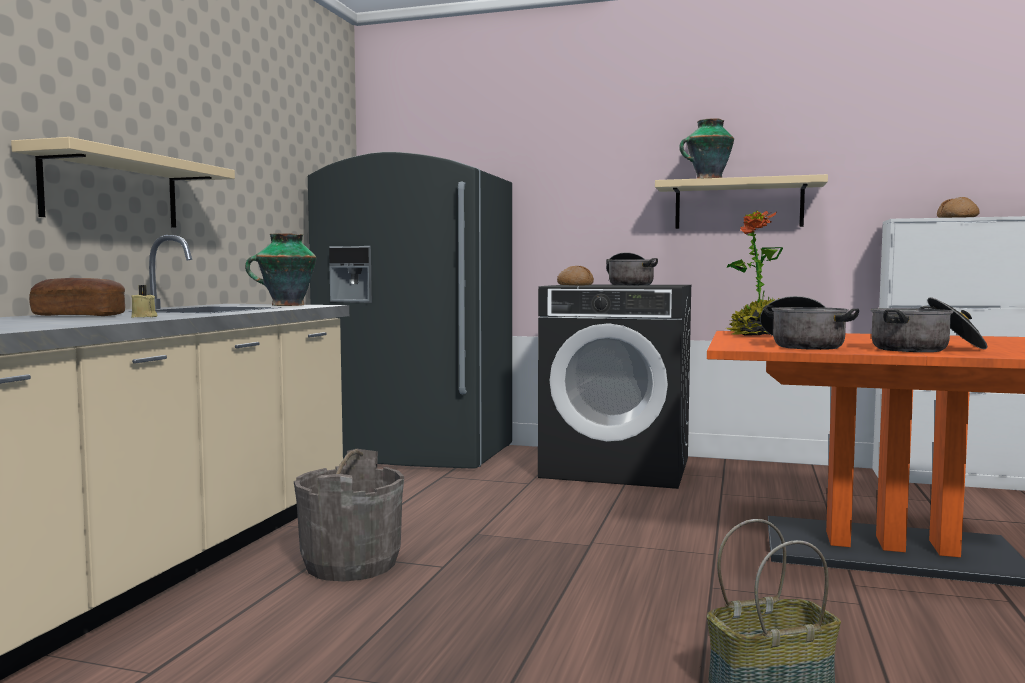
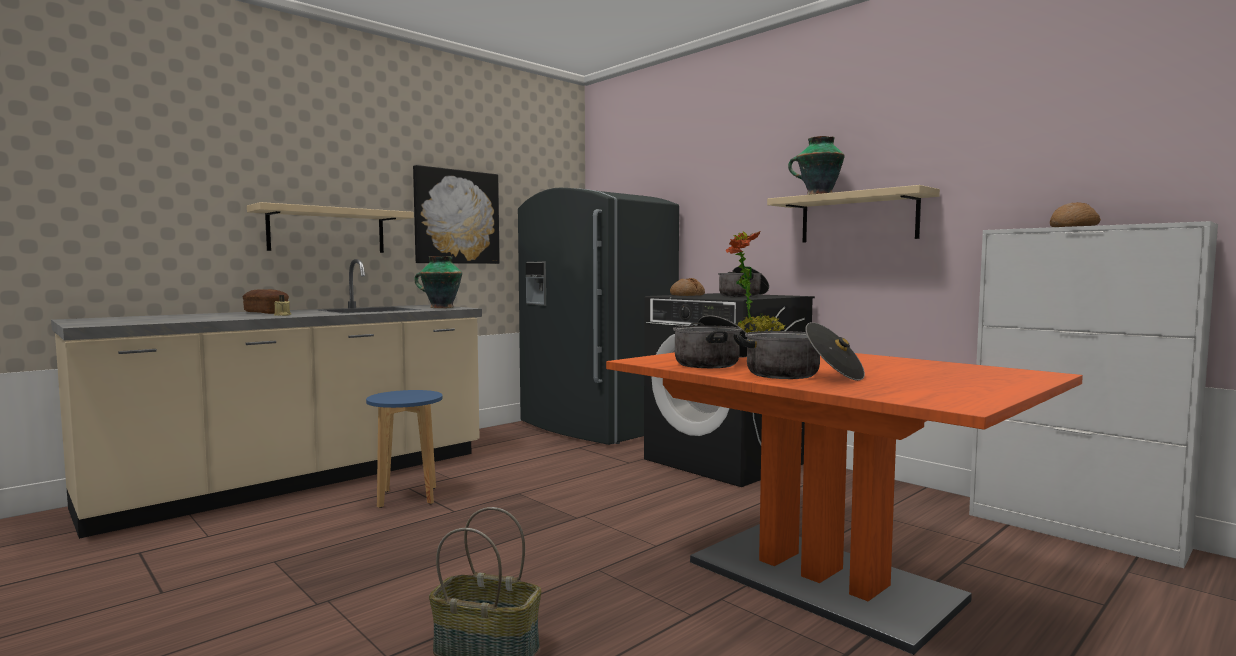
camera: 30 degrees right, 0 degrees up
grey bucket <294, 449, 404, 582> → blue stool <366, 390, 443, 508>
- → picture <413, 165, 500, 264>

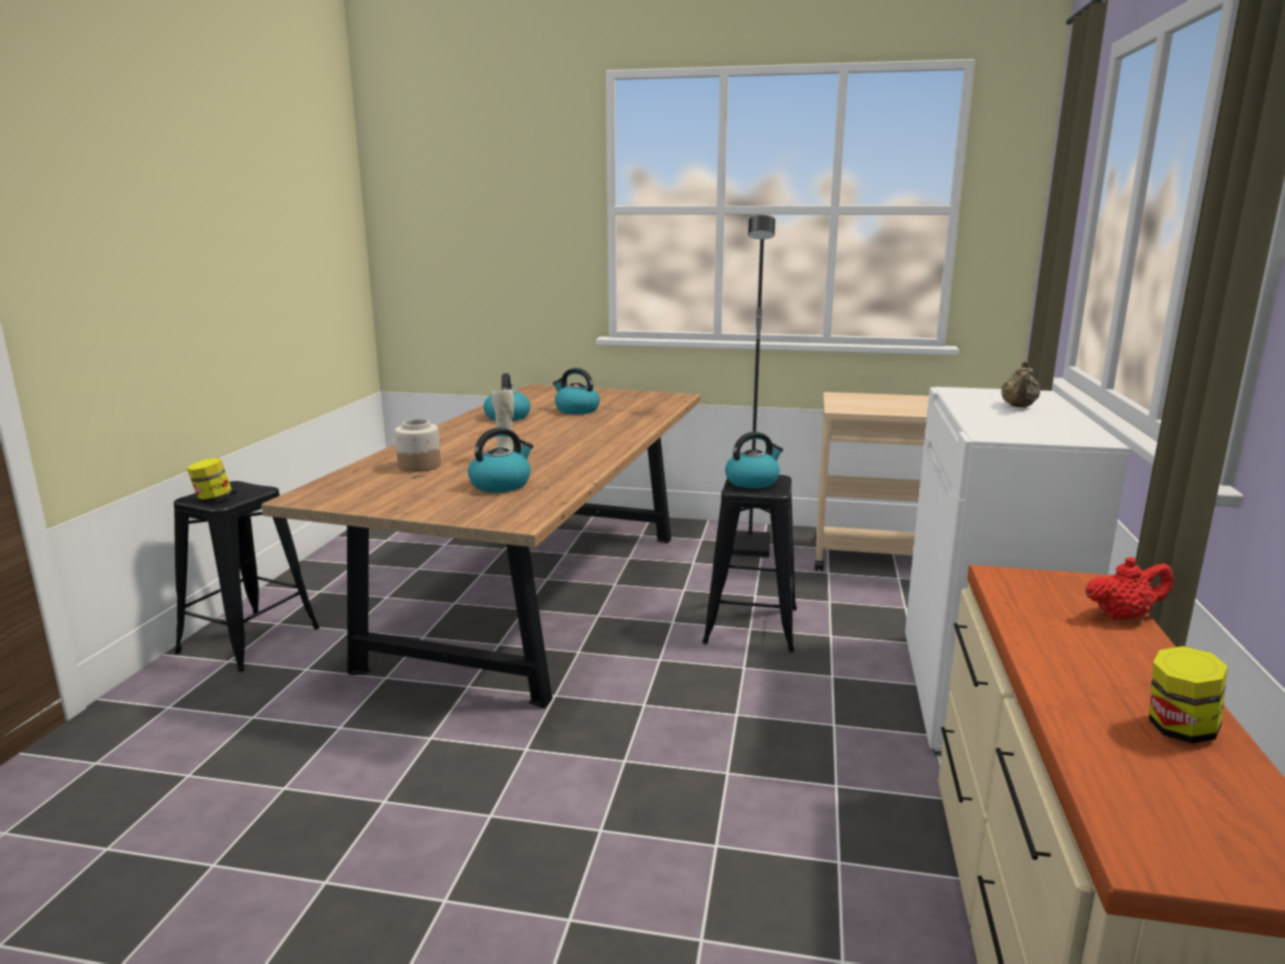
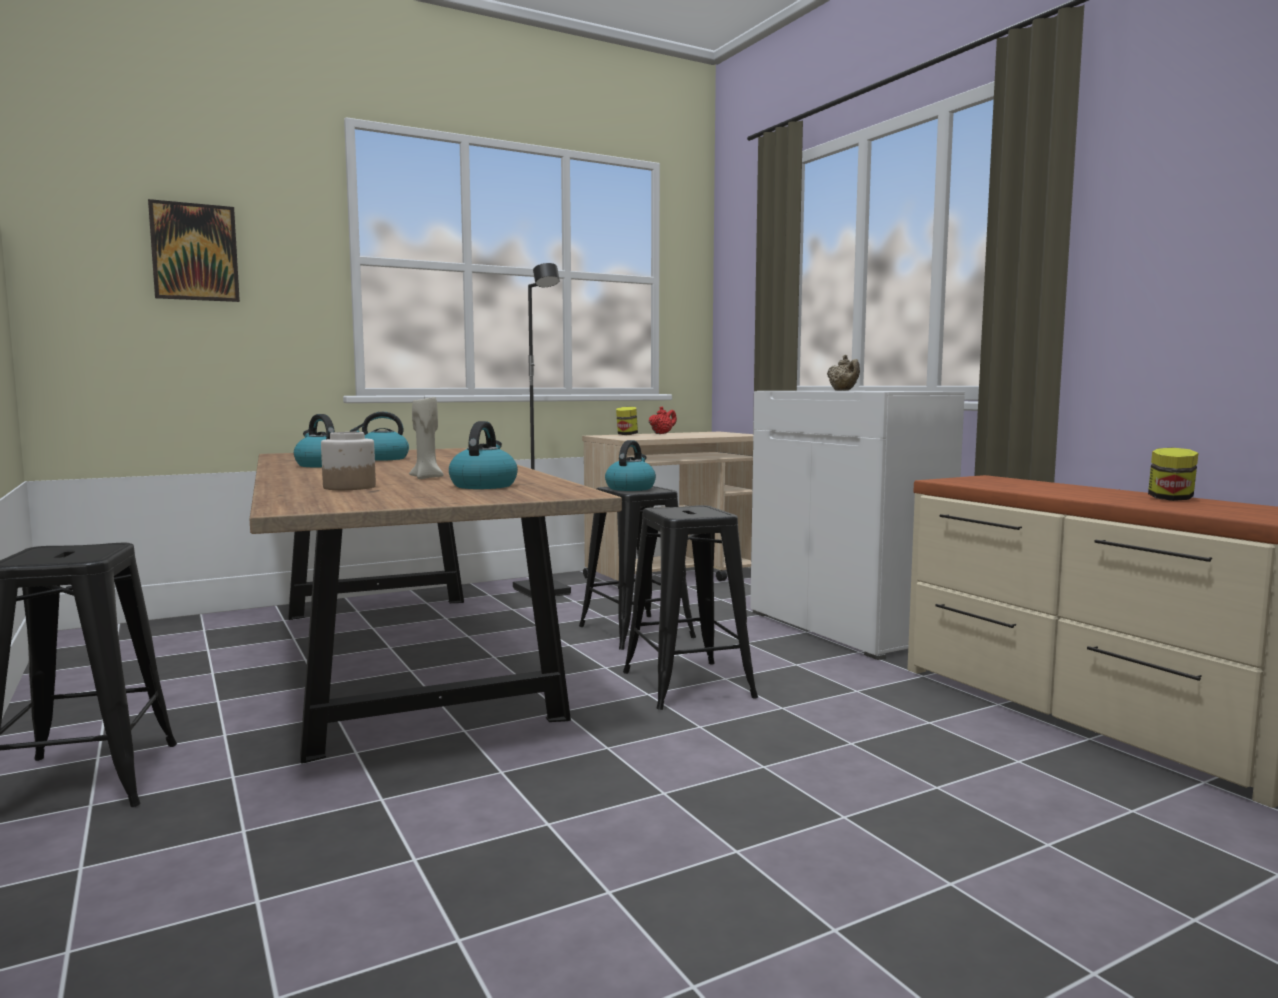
camera: 40 degrees left, 10 degrees down
jar <187, 458, 233, 503> → jar <616, 407, 638, 435>, relocated
red teapot <1085, 557, 1174, 620> → red teapot <649, 406, 677, 434>, relocated
- → picture <148, 199, 240, 302>
- → black stool <623, 505, 758, 710>

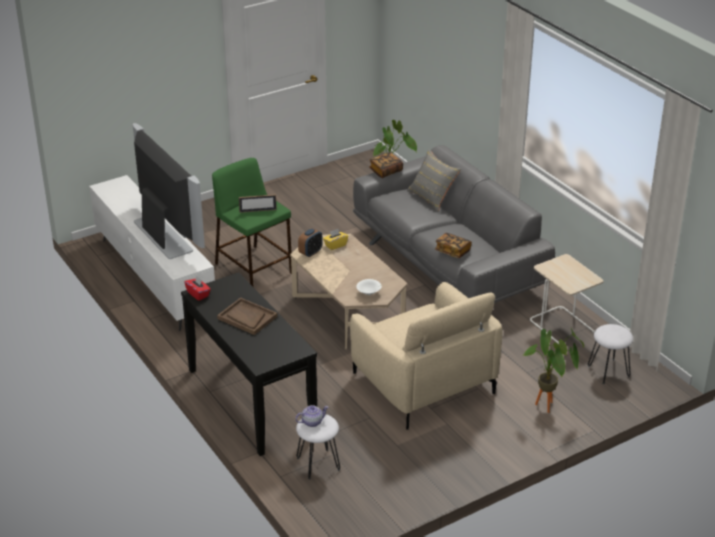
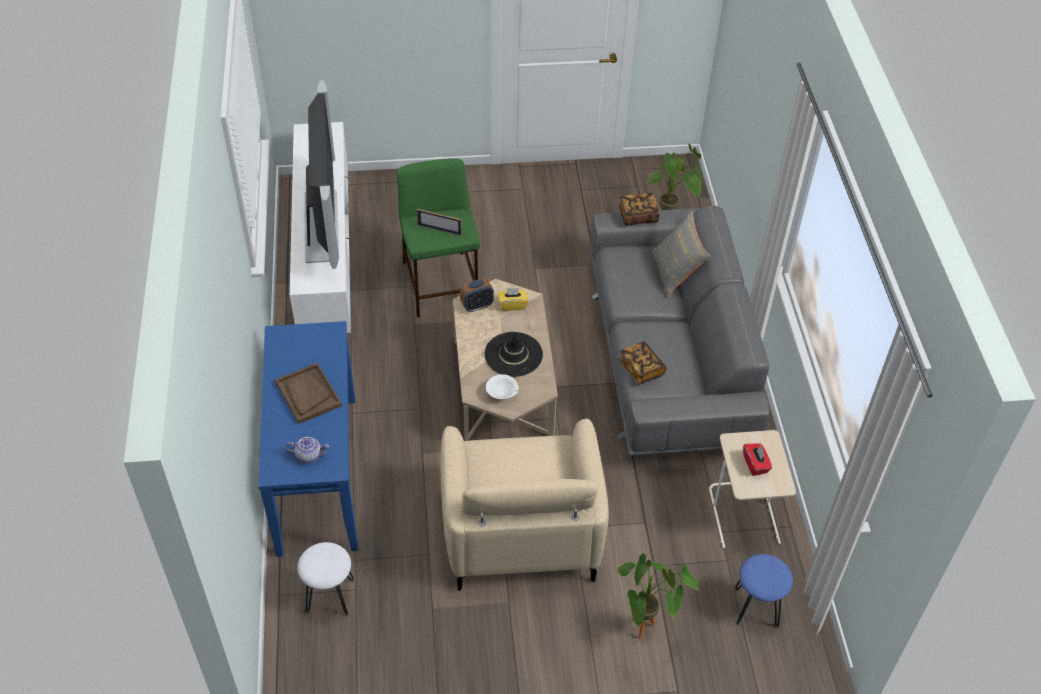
camera: 25 degrees right, 15 degrees up
black console table <181, 272, 317, 456> → blue console table <258, 321, 358, 557>
red tissue box <184, 276, 211, 301> → red tissue box <743, 443, 772, 476>, relocated
white stool <588, 324, 633, 384> → blue stool <735, 554, 793, 628>
teapot <296, 405, 329, 427> → teapot <285, 437, 329, 464>, relocated
- → black hat <484, 332, 543, 377>

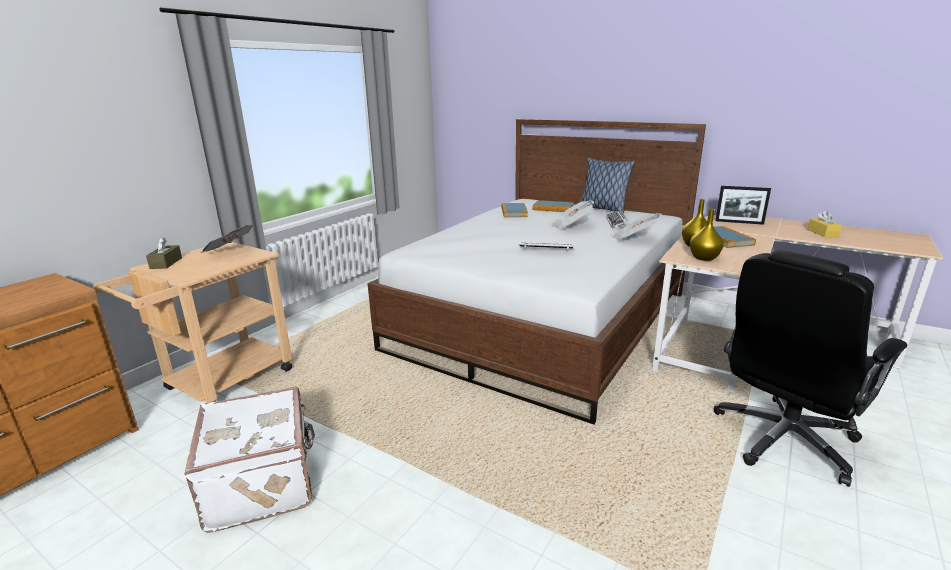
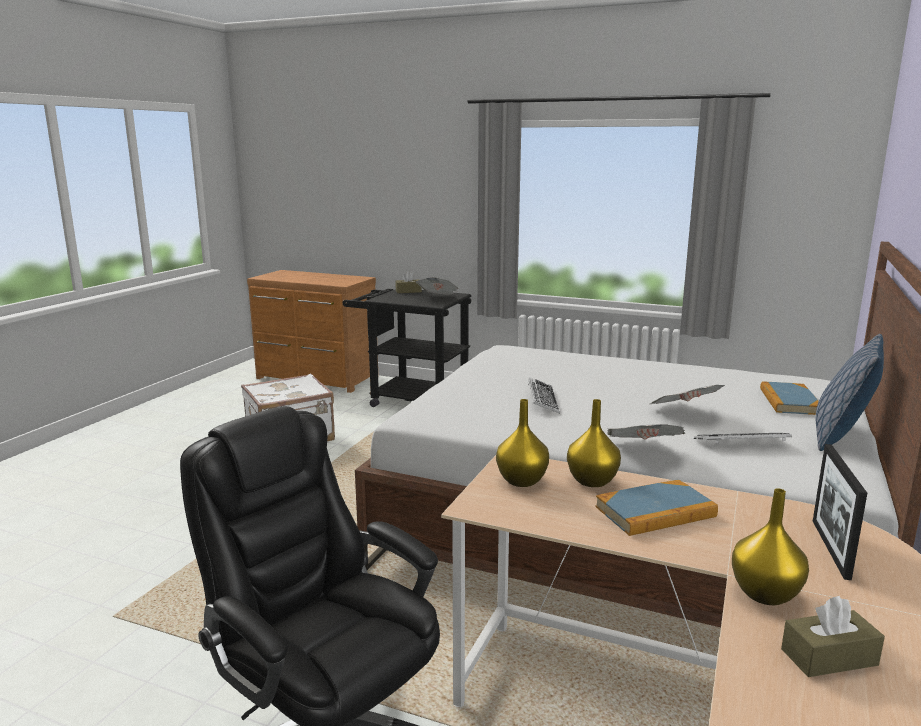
camera: 80 degrees right, 5 degrees down
book <501, 203, 528, 217> → -
yellow tissue box <807, 210, 842, 237> → brown tissue box <781, 596, 885, 677>
beige cart <92, 242, 292, 403> → black cart <343, 289, 471, 407>
- → yellow vase <732, 488, 809, 605>

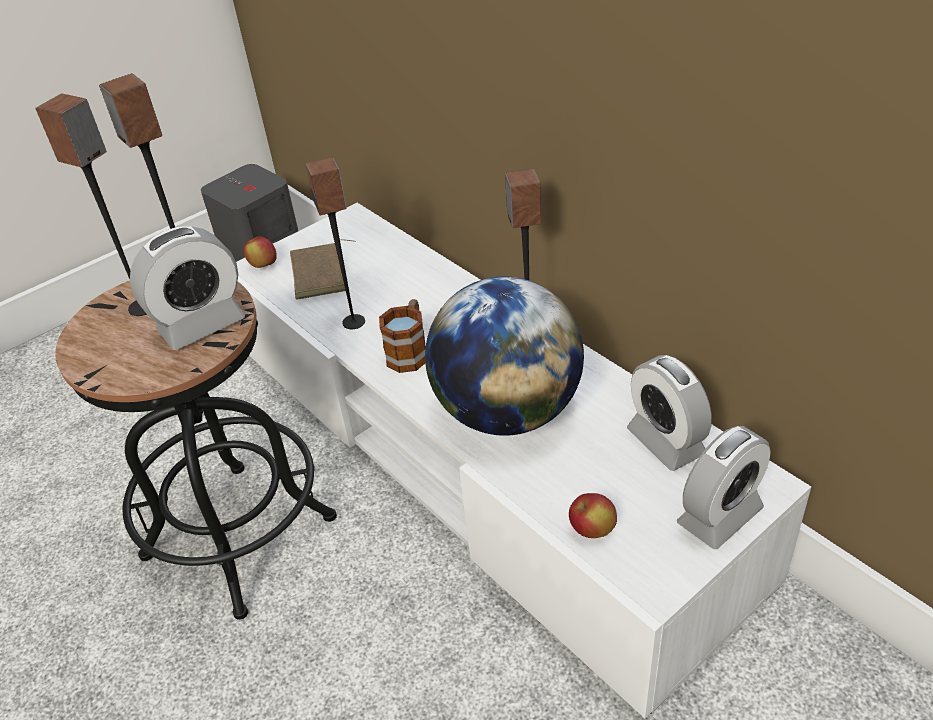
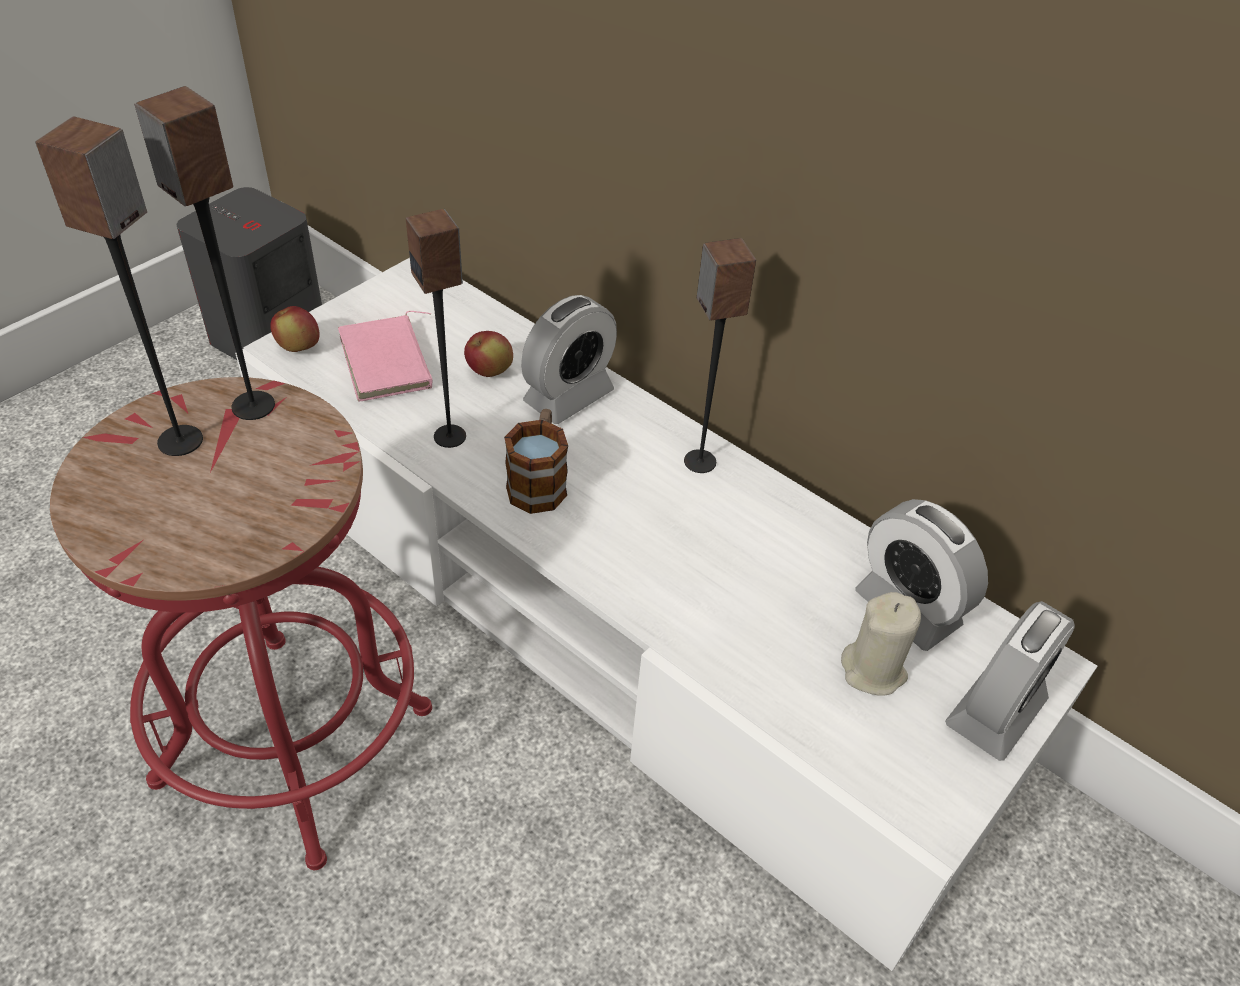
camera: 15 degrees left, 5 degrees up
alarm clock <130, 226, 245, 350> → alarm clock <521, 295, 617, 424>, relocated
brown book <290, 239, 356, 300> → pink book <338, 311, 433, 402>
globe <425, 276, 584, 436> → -
black stool <55, 281, 337, 620> → red stool <50, 377, 432, 870>
apple <569, 493, 617, 538> → apple <464, 331, 513, 377>, relocated
- → beige candle <841, 592, 921, 696>

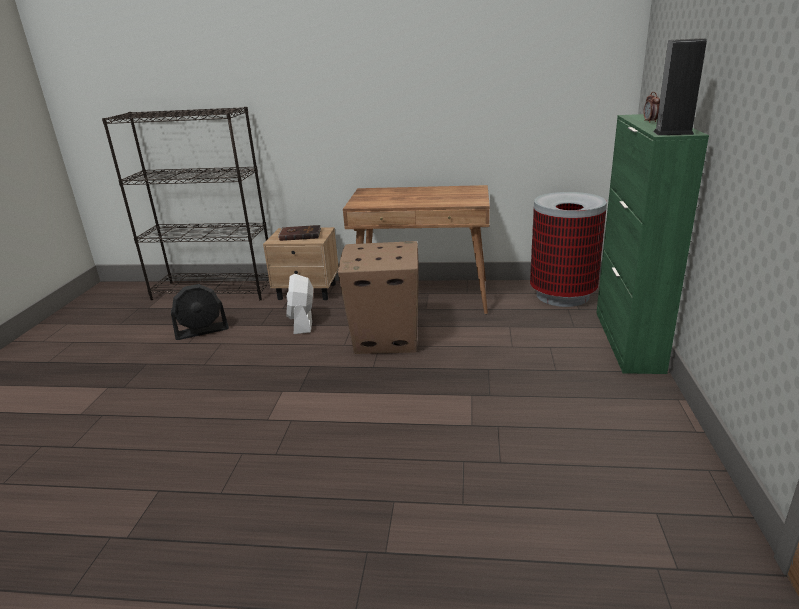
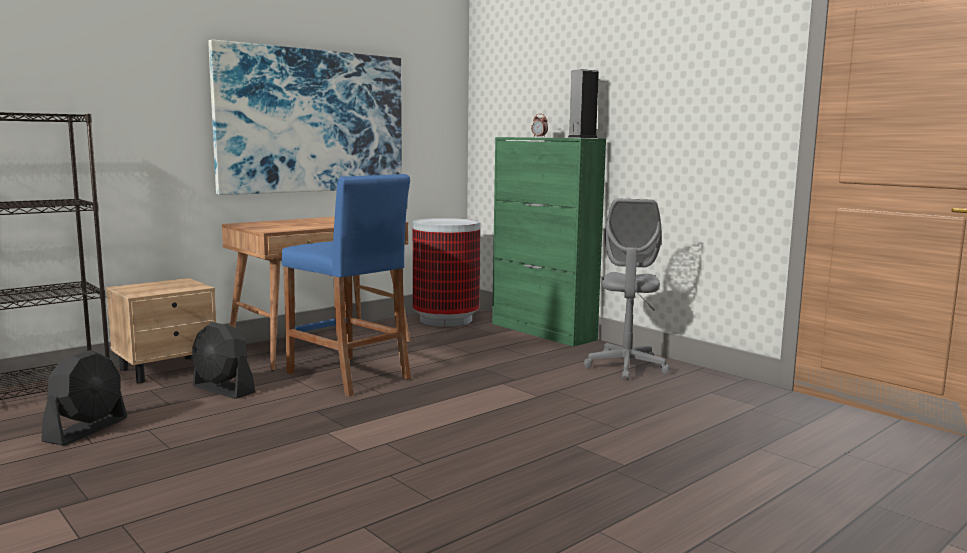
camera: 50 degrees left, 15 degrees down
brown book <278, 225, 321, 241> → -
cardboard box <338, 241, 418, 354> → blue stool <282, 174, 411, 397>
white fan <286, 274, 313, 334> → black fan <192, 322, 255, 399>
- → picture <208, 40, 402, 195>
- → grey office chair <584, 199, 670, 380>

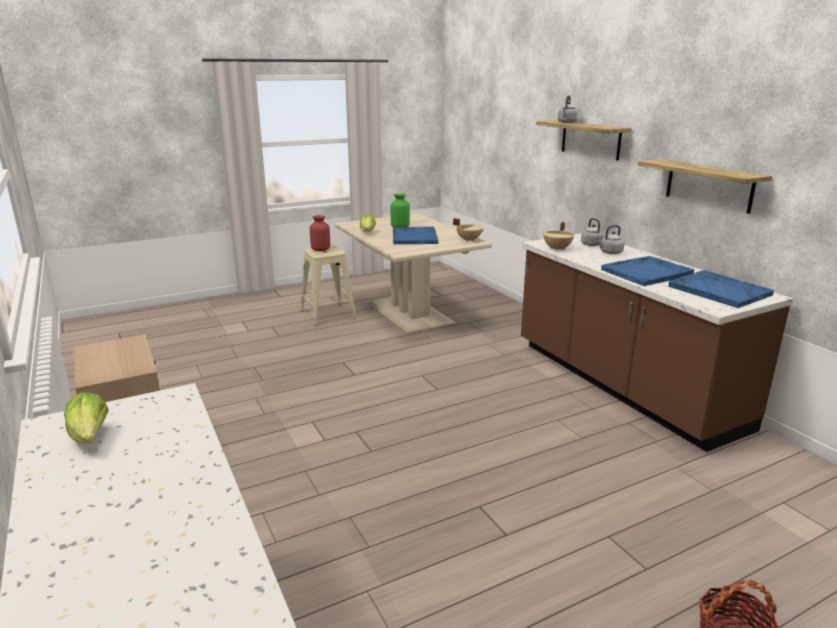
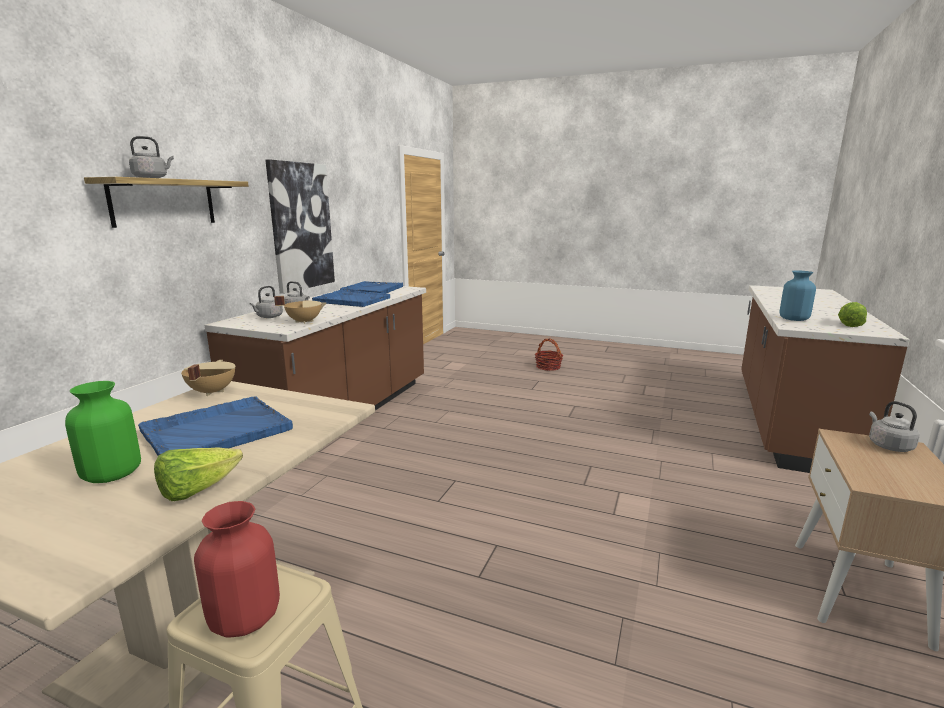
camera: 130 degrees left, 5 degrees down
shelf <638, 159, 772, 214> → picture <265, 159, 335, 294>
- → blue vase <780, 271, 816, 321>
- → grey kettle <869, 401, 920, 452>

